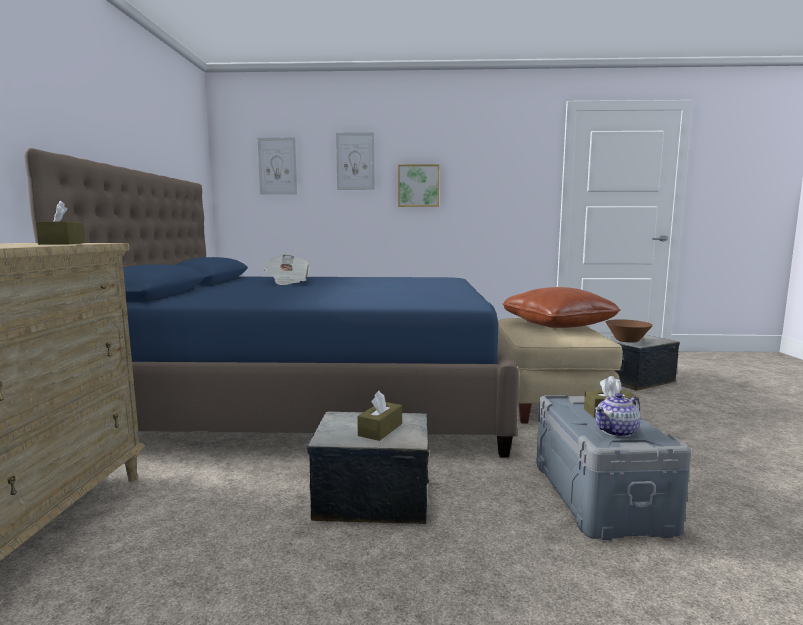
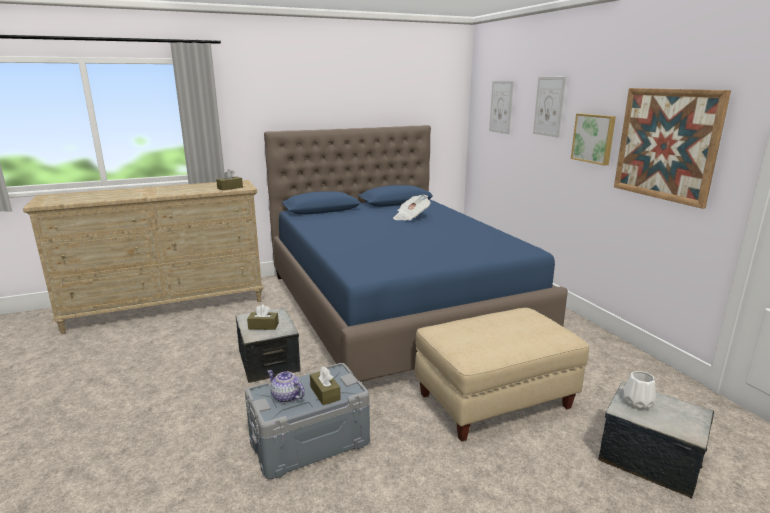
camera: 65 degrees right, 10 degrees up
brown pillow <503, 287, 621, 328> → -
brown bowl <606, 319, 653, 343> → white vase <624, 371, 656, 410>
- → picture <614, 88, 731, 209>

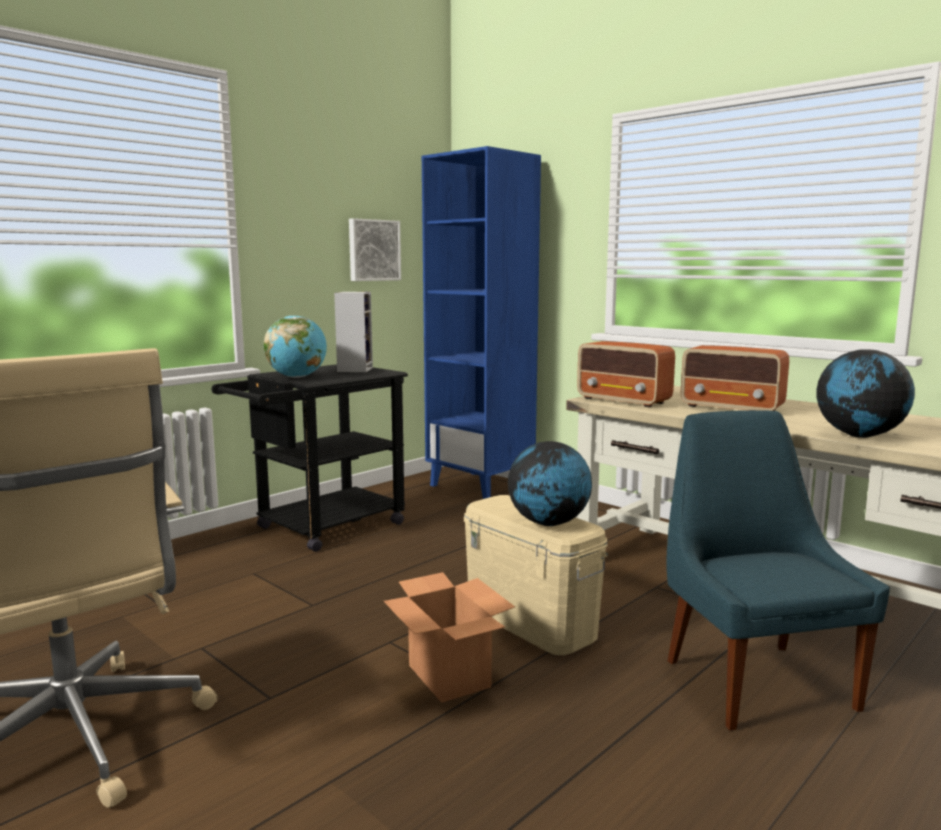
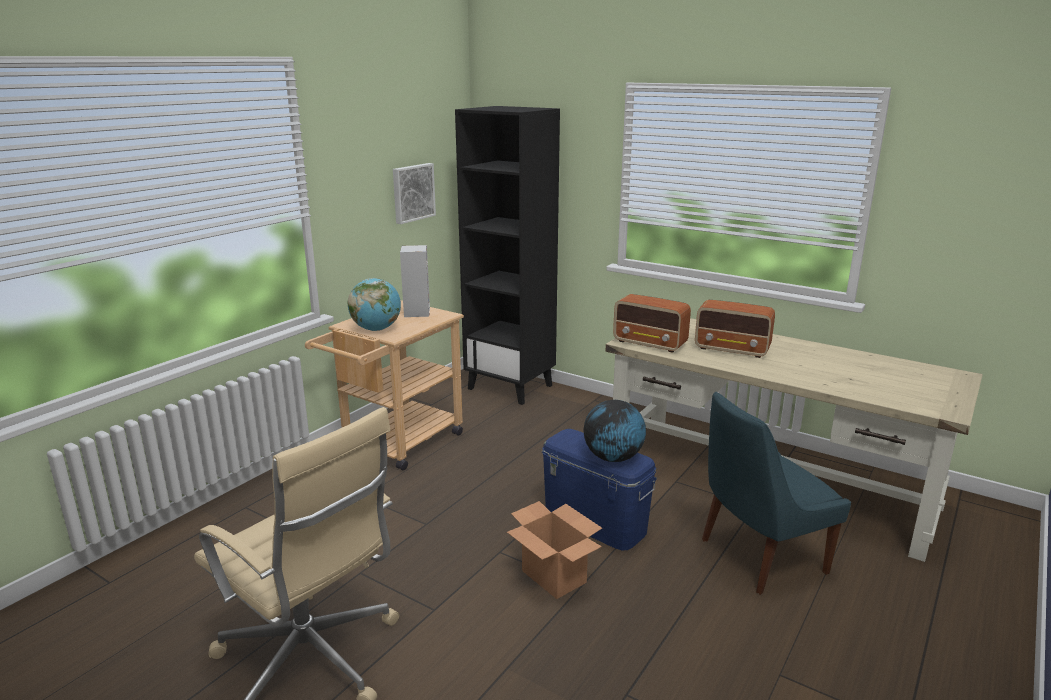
camera: 10 degrees left, 10 degrees up
blue bookcase <422, 146, 541, 499> → black bookcase <455, 106, 560, 405>
globe <816, 349, 915, 438> → -
black cart <212, 364, 408, 552> → beige cart <305, 300, 464, 471>
blue chair <666, 410, 890, 730> → blue chair <702, 392, 851, 595>, 90 degrees counterclockwise
beige storage box <464, 495, 608, 655> → blue storage box <542, 429, 657, 550>

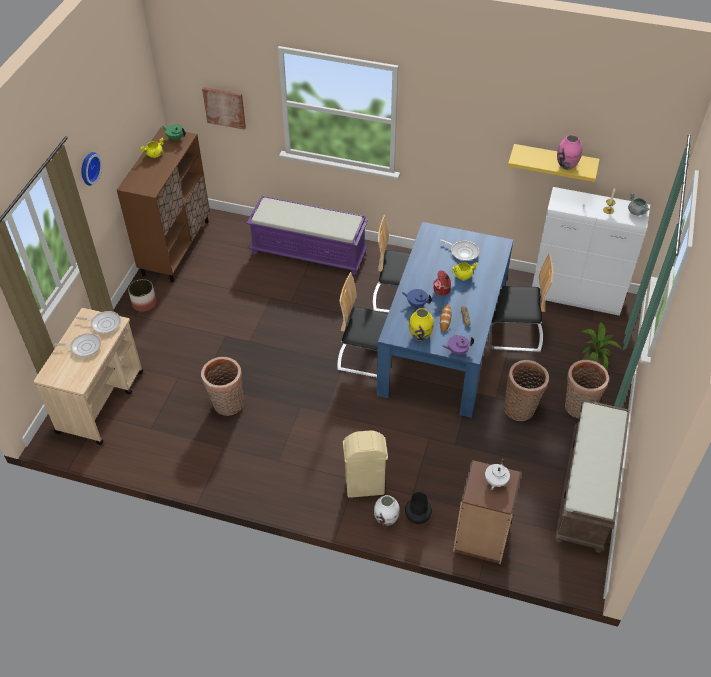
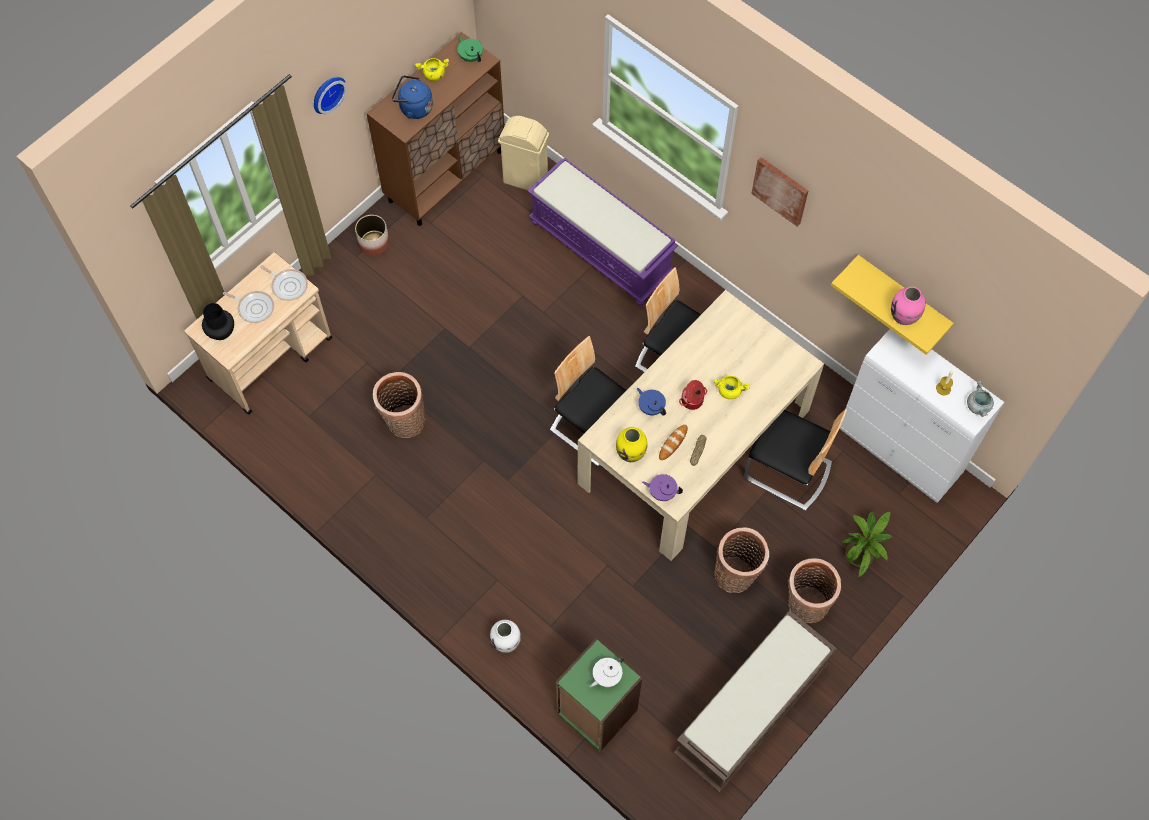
camera: 25 degrees right, 15 degrees up
picture <202, 87, 246, 130> → picture <751, 157, 808, 227>, relocated
blue dining table <377, 222, 513, 418> → beige dining table <578, 290, 824, 561>
frying pan <440, 239, 479, 261> → -
beige trash can <343, 430, 388, 498> → beige trash can <498, 116, 549, 190>, relocated
brown bookcase <453, 460, 522, 564> → green bookcase <556, 639, 642, 752>
black vase <405, 492, 432, 524> → black vase <202, 303, 234, 340>, relocated
- → blue kettle <392, 75, 433, 119>

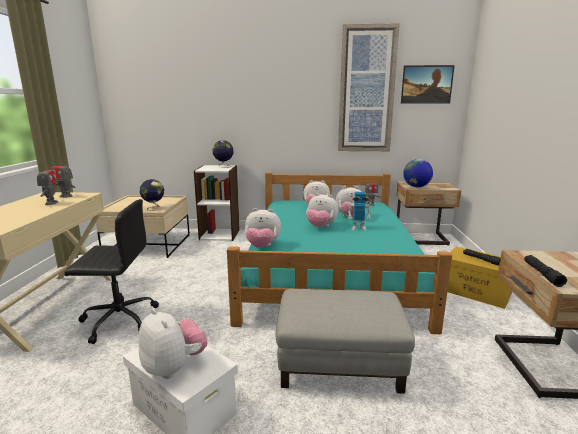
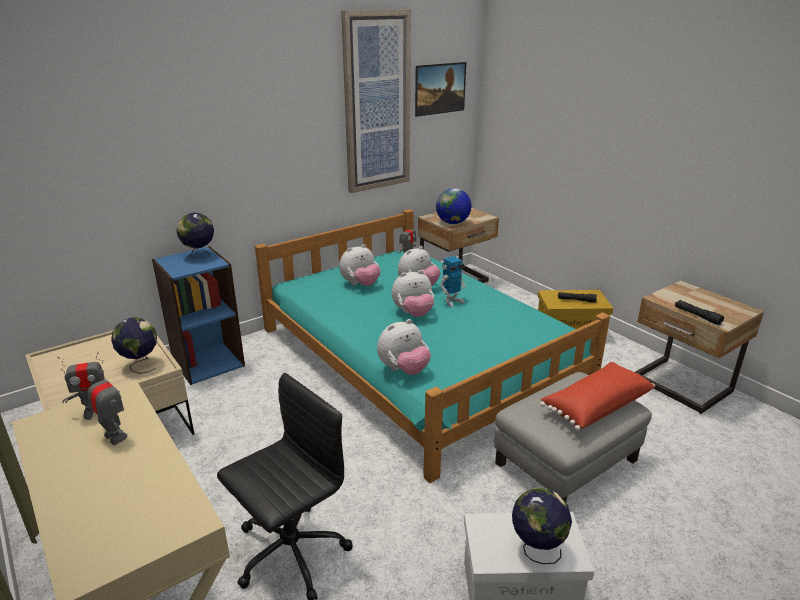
camera: 40 degrees left, 10 degrees up
white bookcase <194, 165, 240, 241> → blue bookcase <152, 246, 245, 385>
plush toy <139, 308, 207, 379> → globe <512, 488, 572, 564>
- → red pillow <540, 362, 655, 430>

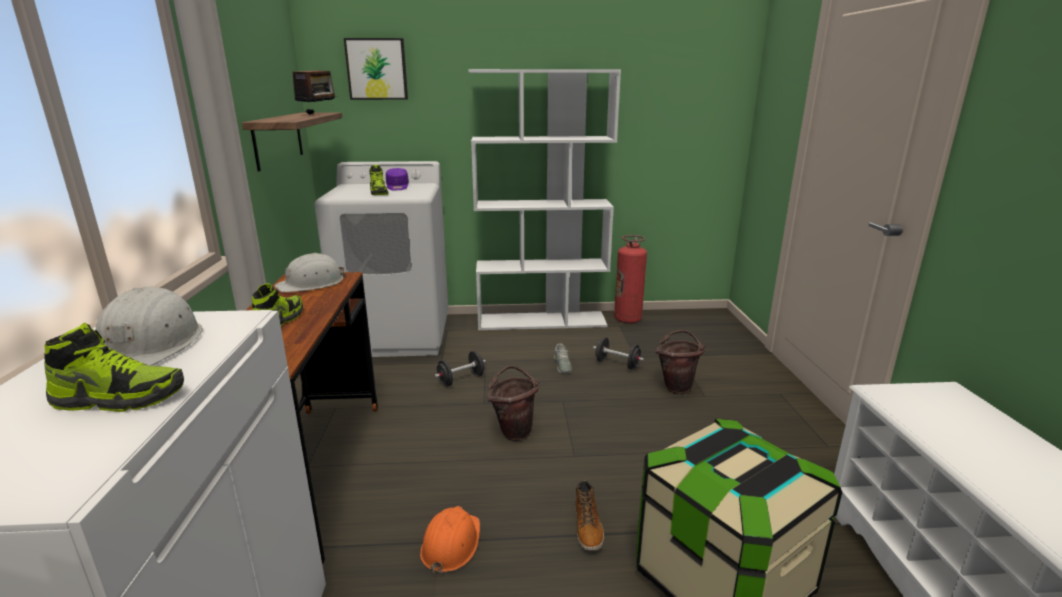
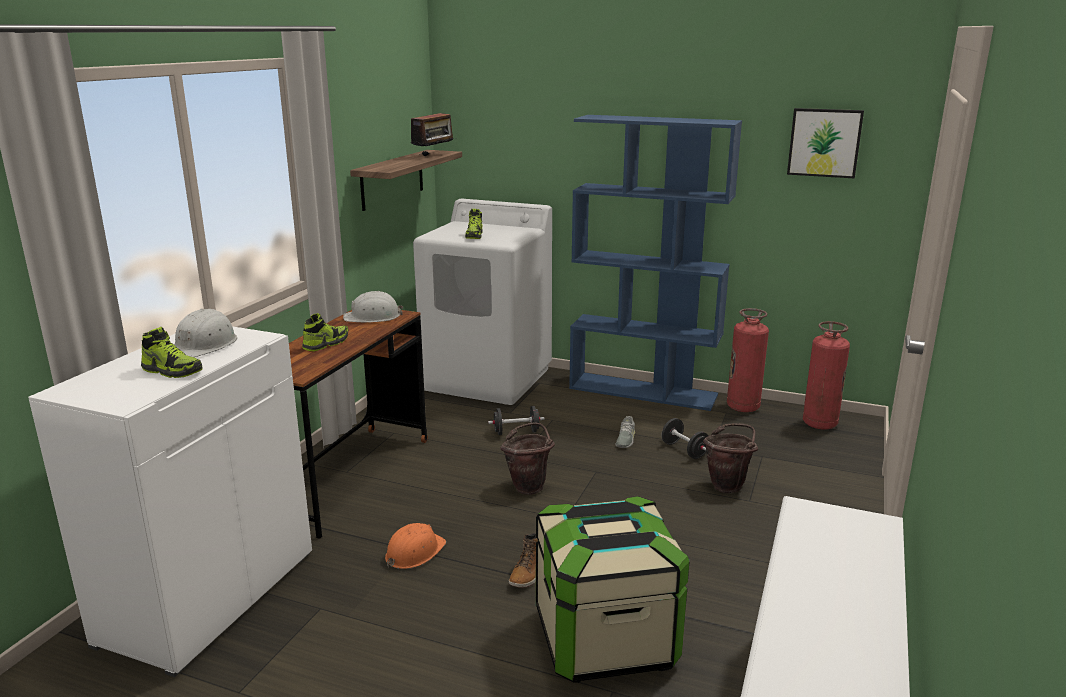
camera: 25 degrees right, 0 degrees up
picture <344, 38, 408, 100> → picture <787, 108, 864, 179>, relocated
white bookcase <468, 69, 621, 330> → blue bookcase <569, 115, 742, 411>
purple cap <386, 168, 409, 190> → -
- → fire extinguisher <803, 321, 850, 429>

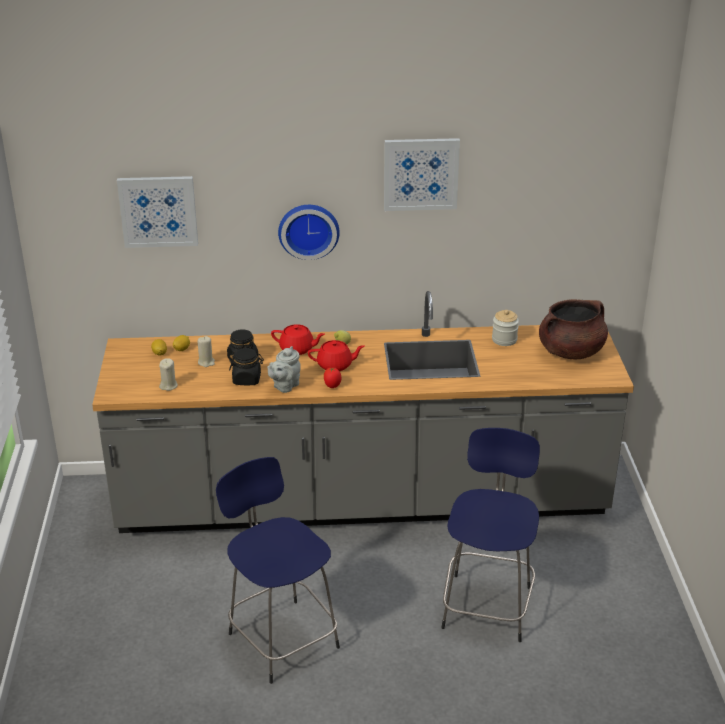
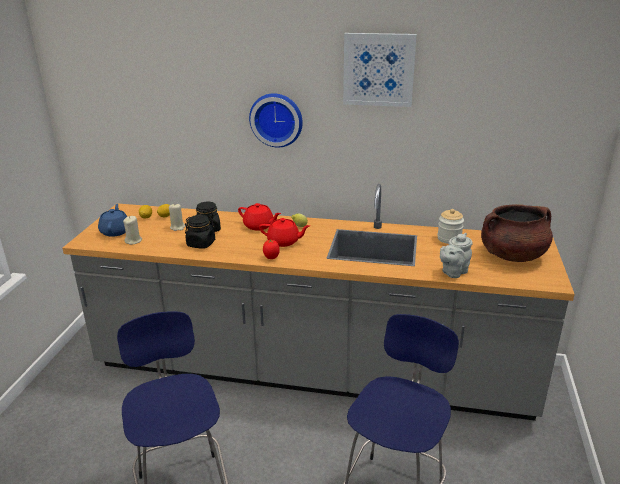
camera: 15 degrees right, 5 degrees down
picture <117, 176, 198, 248> → -
grey teapot <267, 346, 301, 393> → grey teapot <440, 233, 473, 278>, relocated
- → blue teapot <98, 204, 127, 237>

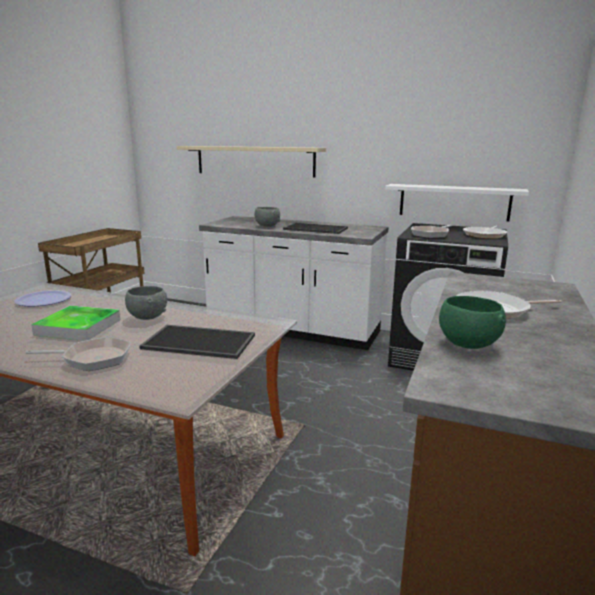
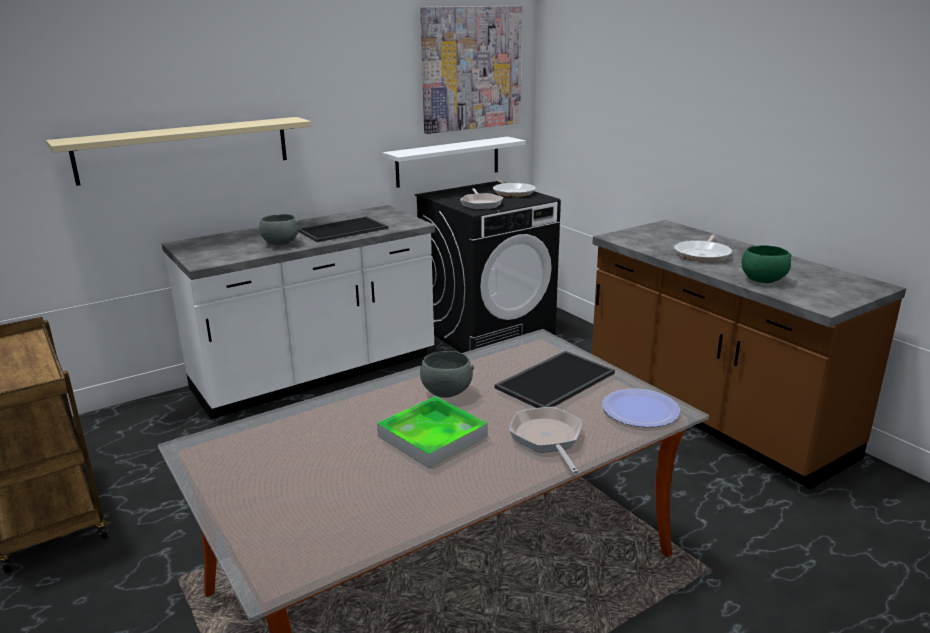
camera: 55 degrees left, 5 degrees up
plate <14, 290, 72, 307> → plate <602, 388, 680, 427>, relocated
frying pan <26, 337, 131, 371> → frying pan <509, 407, 582, 474>, 45 degrees counterclockwise
- → picture <420, 6, 522, 134>

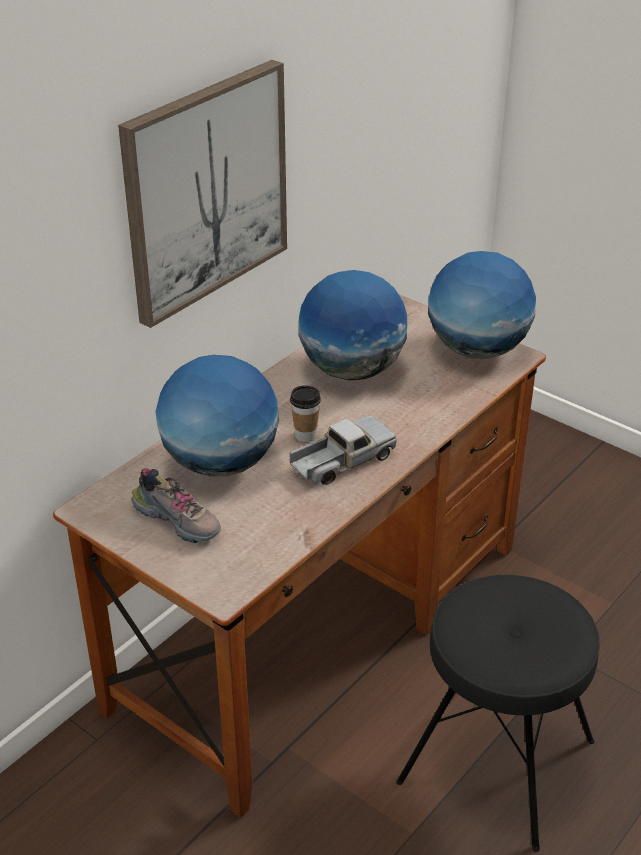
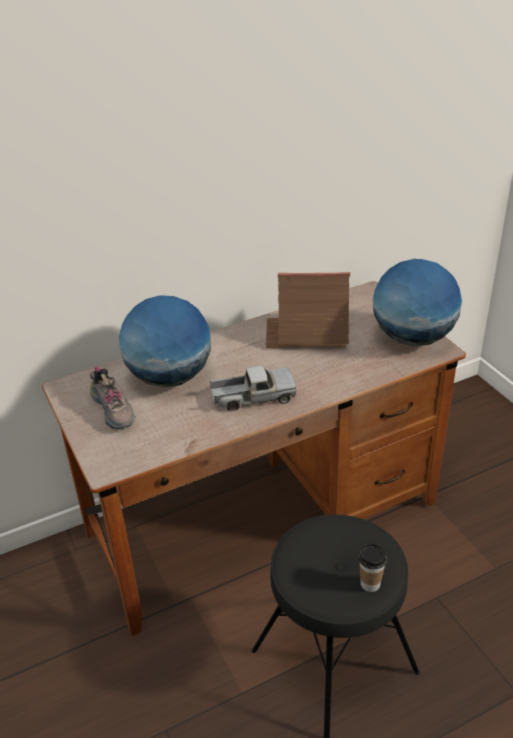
camera: 25 degrees right, 0 degrees up
picture <118, 60, 287, 328> → -
globe <298, 270, 407, 380> → toy house <266, 272, 350, 349>
cup <290, 385, 321, 442> → cup <359, 543, 387, 592>, relocated

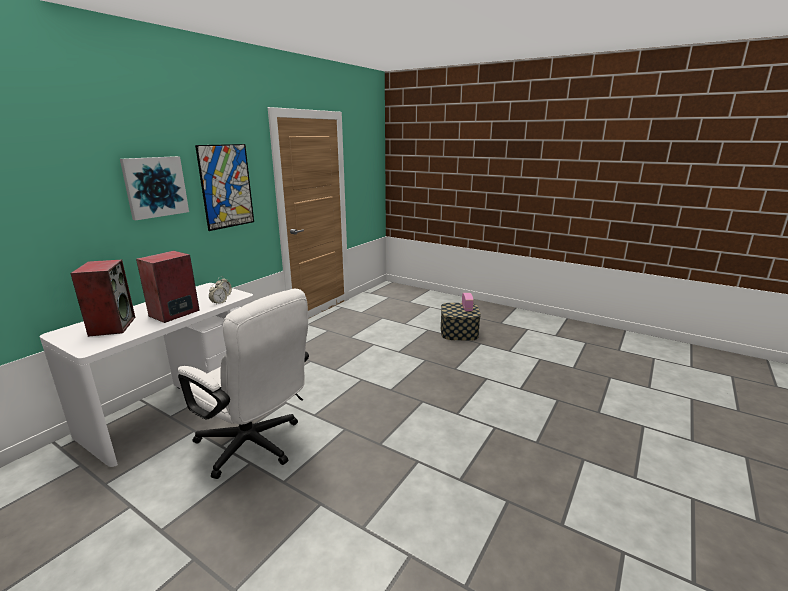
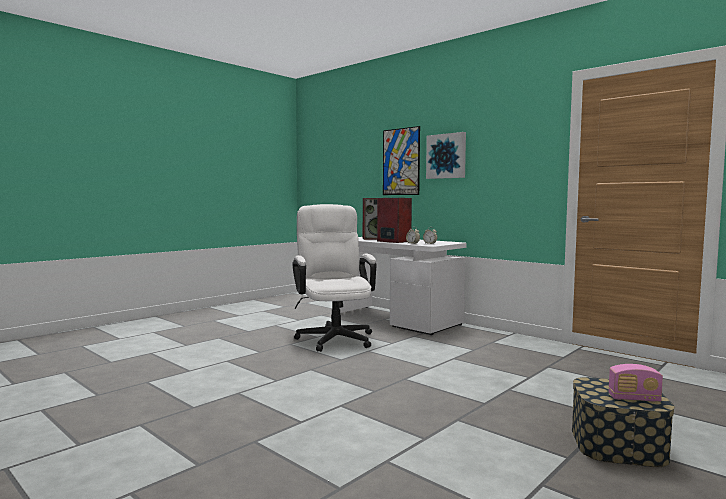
camera: 100 degrees right, 15 degrees down
picture <195, 144, 254, 231> → picture <383, 126, 420, 195>, relocated
white office chair <178, 289, 309, 479> → white office chair <293, 204, 377, 352>, 120 degrees clockwise

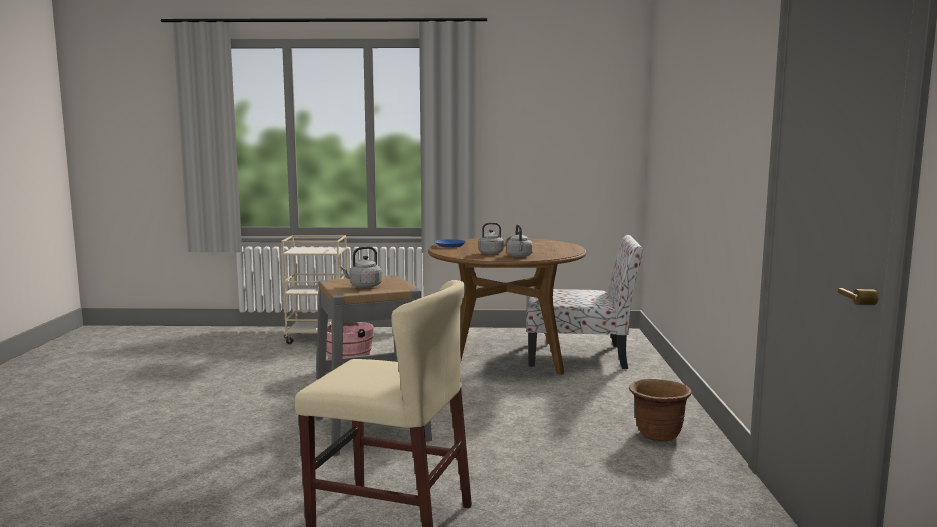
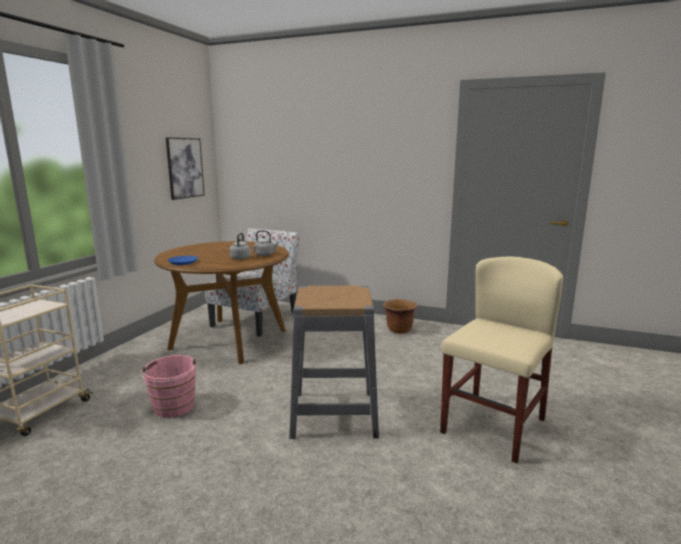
camera: 70 degrees left, 5 degrees up
grey kettle <340, 246, 382, 288> → -
- → picture <166, 137, 205, 200>

